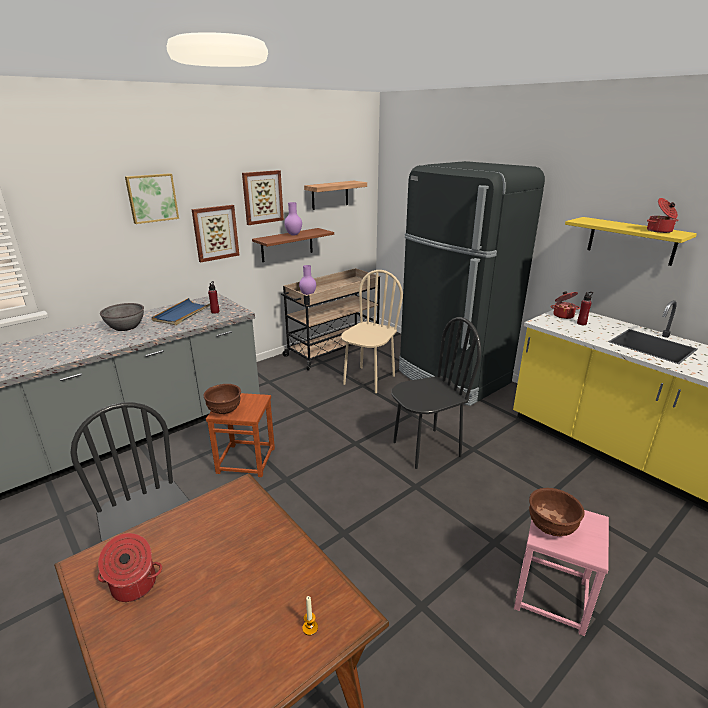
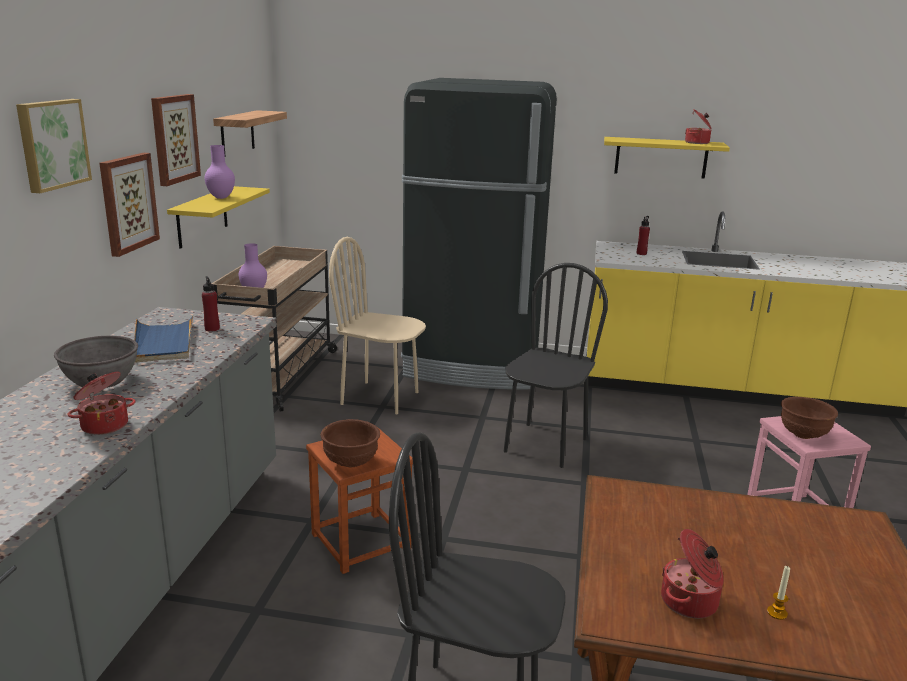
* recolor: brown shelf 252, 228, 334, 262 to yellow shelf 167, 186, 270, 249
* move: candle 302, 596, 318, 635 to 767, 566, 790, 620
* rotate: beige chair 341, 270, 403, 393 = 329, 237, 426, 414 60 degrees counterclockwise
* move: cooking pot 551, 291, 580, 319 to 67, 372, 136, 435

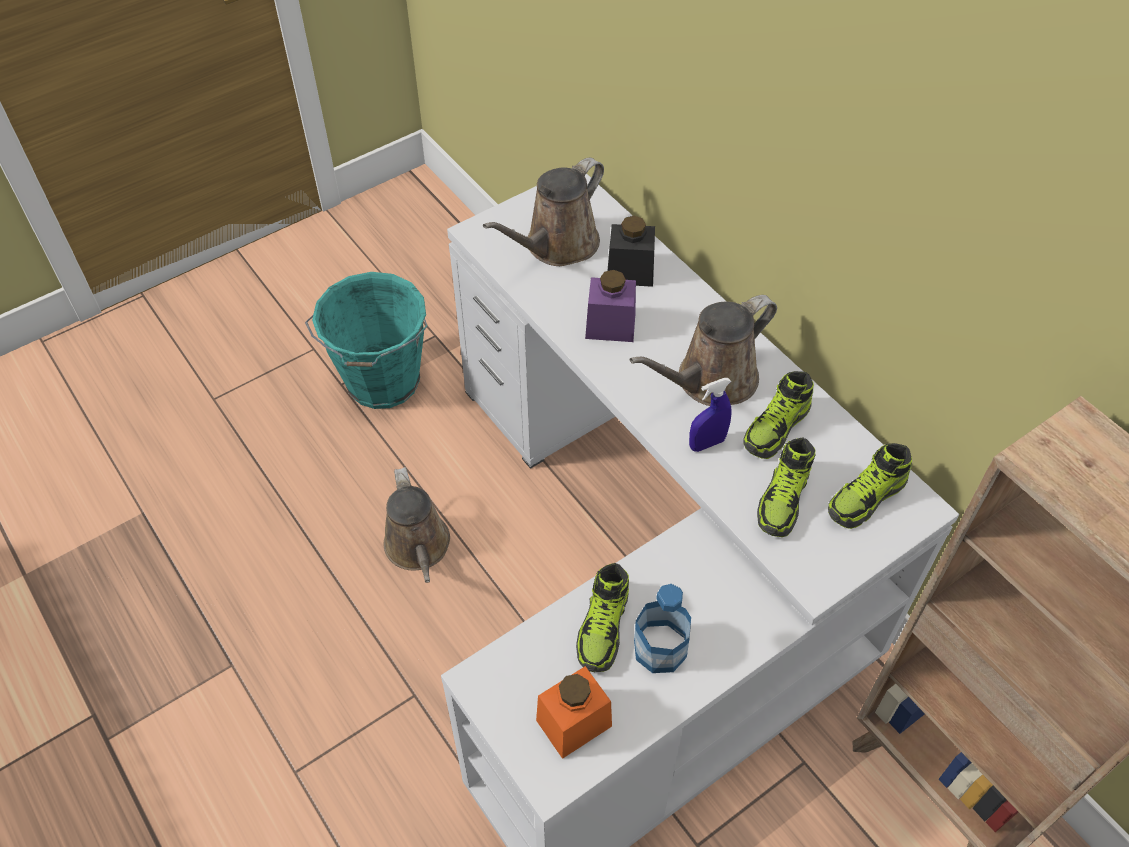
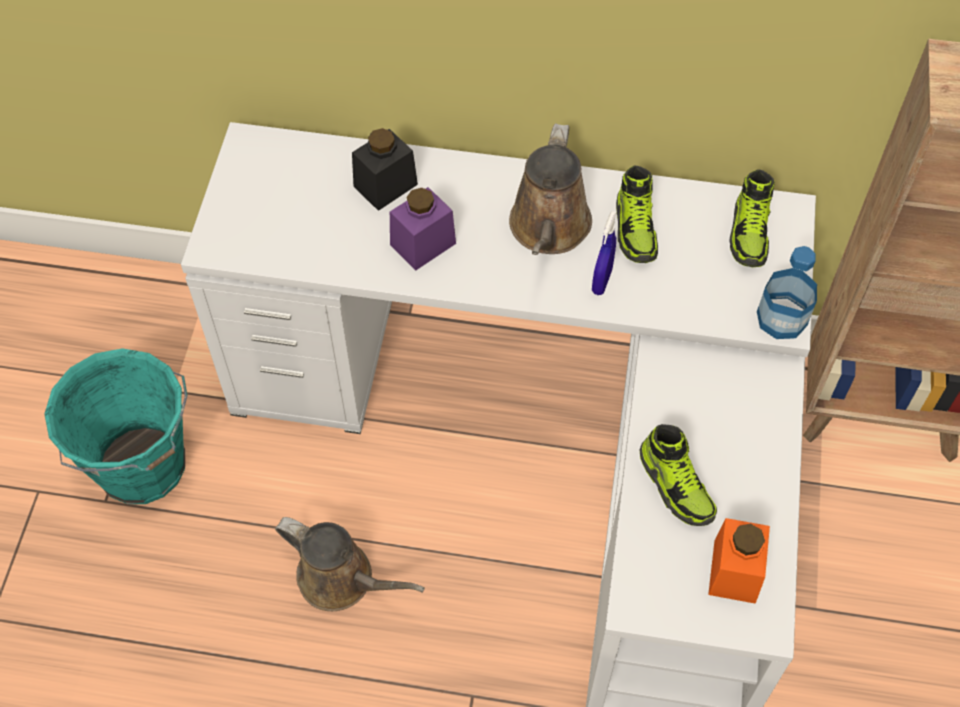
* delete: brown watering can 483, 158, 604, 266
* move: bottle 634, 584, 691, 673 to 757, 246, 817, 339
* delete: shoe 757, 437, 815, 537

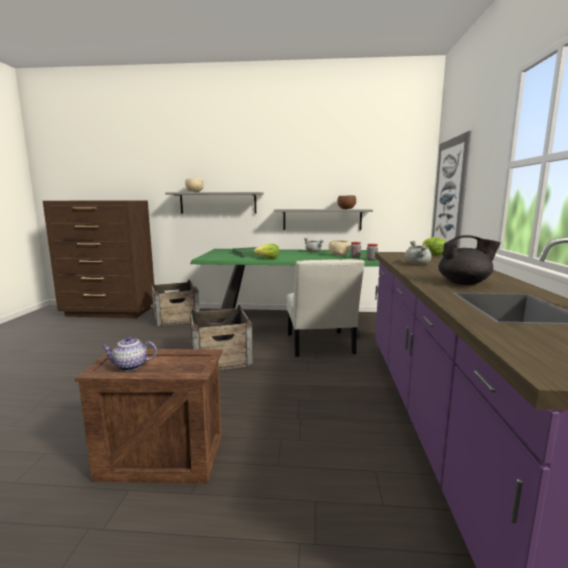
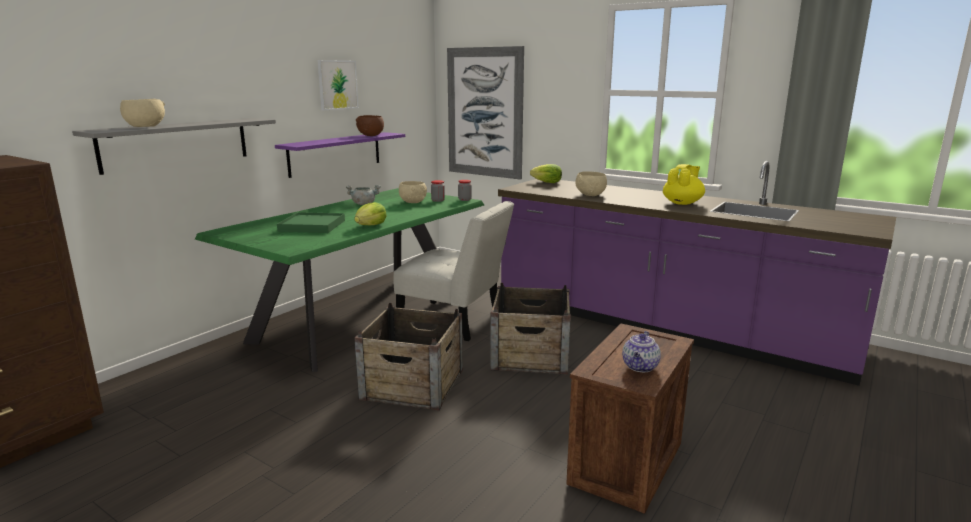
* move: crate 151, 280, 200, 327 to 490, 283, 571, 374
* recolor: grey shelf 274, 209, 373, 230 to purple shelf 275, 132, 405, 178
* replace: grey cooking pot 404, 241, 431, 265 to beige bowl 575, 171, 607, 196
* recolor: black teapot 438, 235, 501, 285 to yellow teapot 663, 164, 705, 205
* insert: picture 317, 60, 359, 111

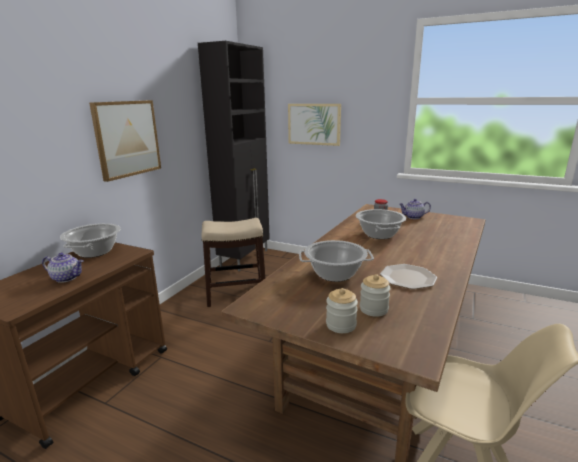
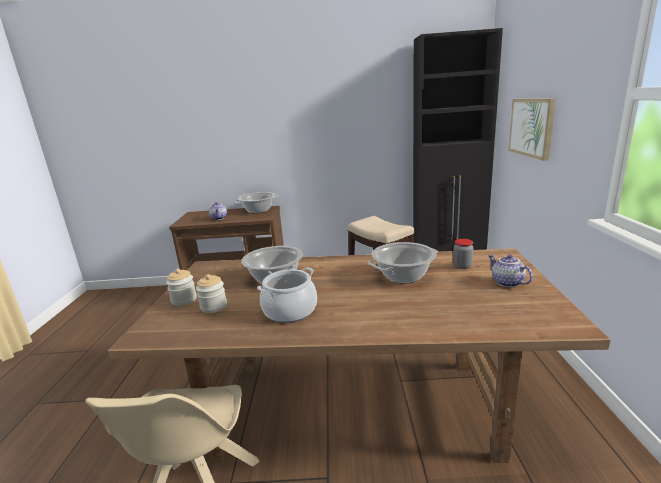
* delete: picture 89, 100, 161, 182
* replace: plate 380, 264, 437, 289 to cooking pot 257, 268, 317, 323

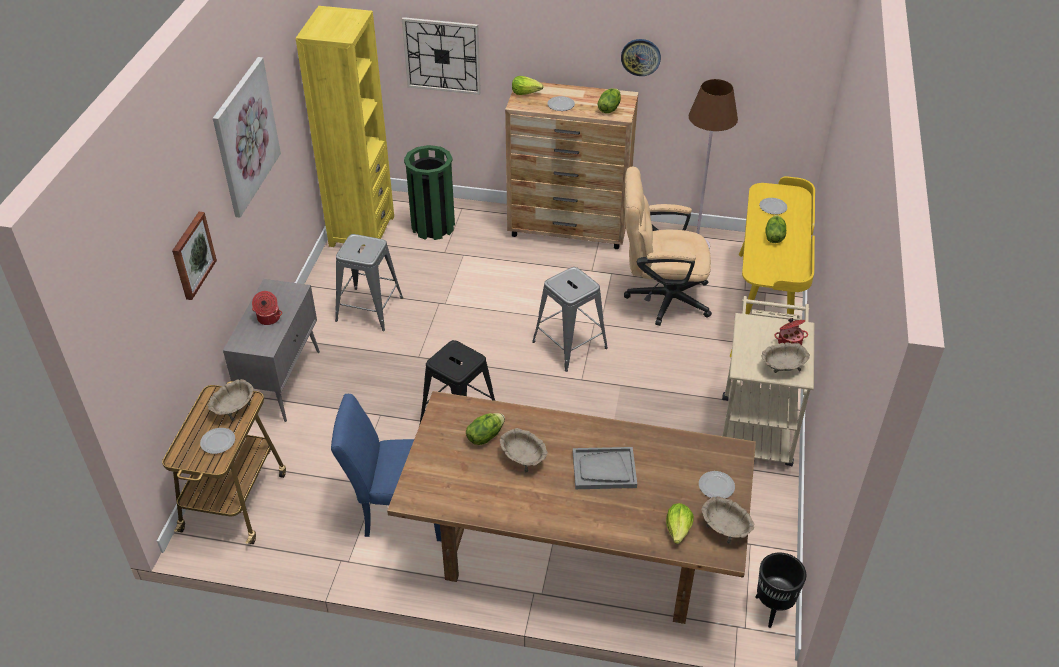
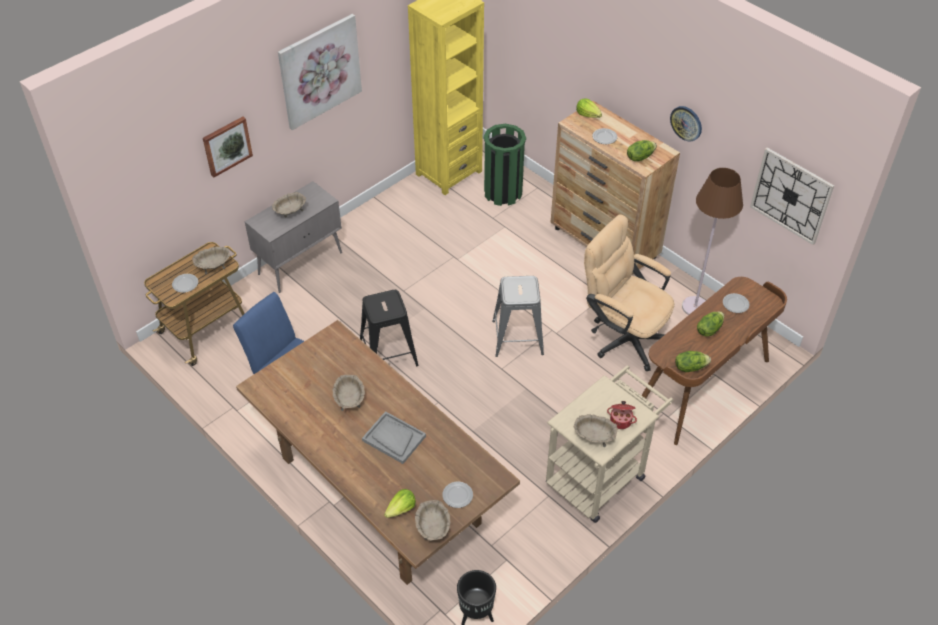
* replace: cooking pot 252, 291, 282, 325 to beige bowl 272, 192, 306, 217
* delete: grey stool 335, 234, 403, 331
* move: wall clock 402, 17, 481, 95 to 750, 148, 834, 245
* move: lettuce 466, 413, 505, 445 to 675, 351, 711, 372
* recolor: yellow desk 730, 176, 815, 357 to brown desk 642, 277, 787, 445

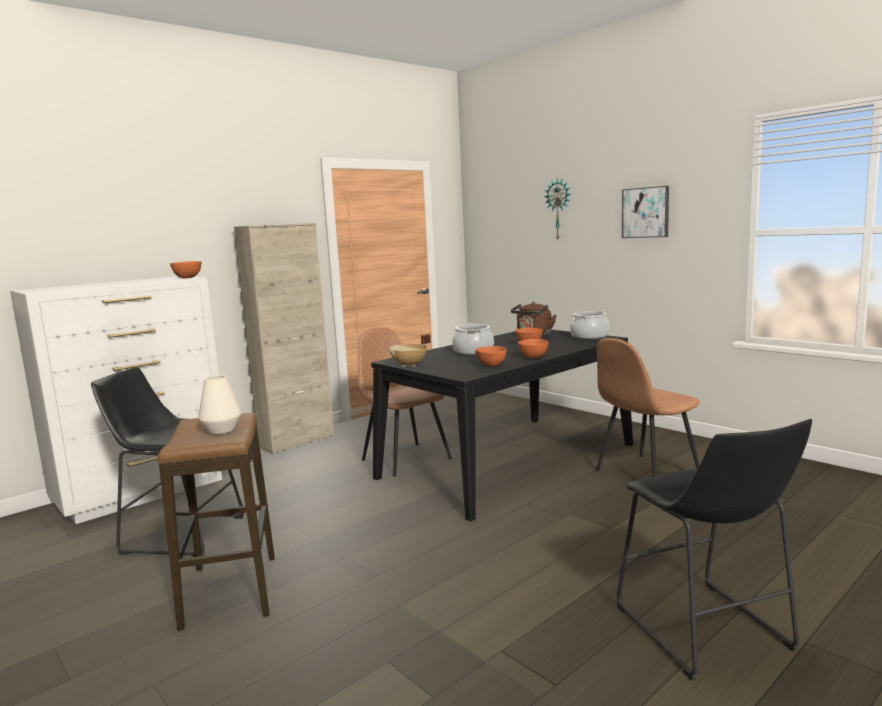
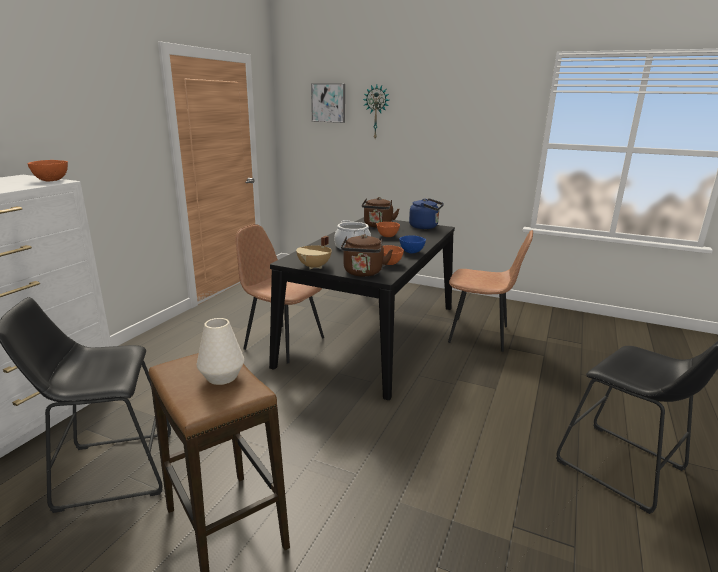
* delete: beige cabinet 234, 223, 334, 455
* recolor: orange bowl 518, 339, 549, 359 to blue bowl 399, 235, 426, 253
* replace: cooking pot 570, 310, 609, 340 to blue kettle 409, 198, 444, 229
* rotate: brown chair 596, 338, 700, 477 = 448, 230, 533, 352 105 degrees counterclockwise
* move: picture 622, 186, 669, 238 to 311, 83, 345, 123
* insert: brown kettle 341, 234, 393, 277

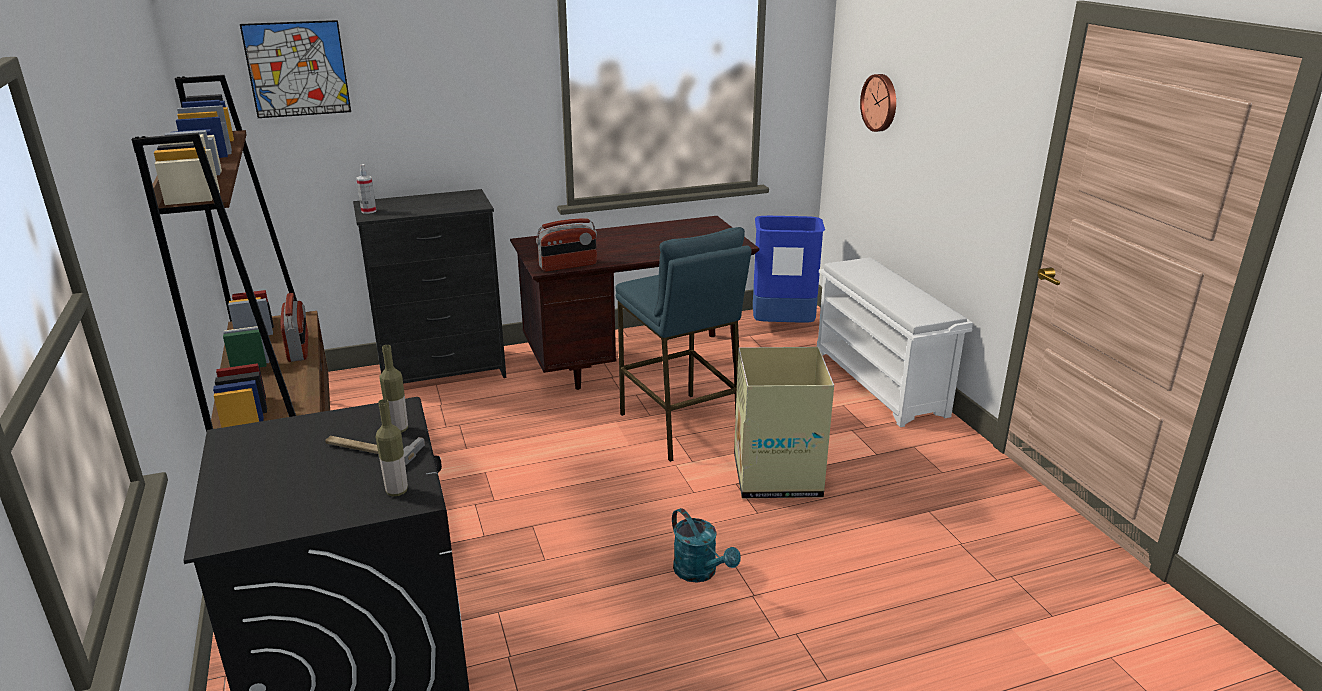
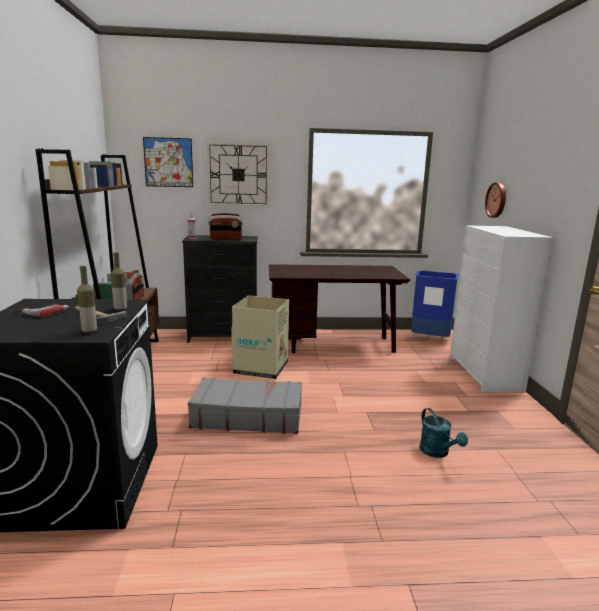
* move: radio 536, 219, 597, 272 to 208, 213, 243, 240
* delete: blue stool 616, 227, 752, 462
* move: turquoise watering can 672, 508, 741, 583 to 420, 408, 468, 458
* move: cardboard box 734, 347, 834, 498 to 231, 295, 289, 379
* replace: white shoe rack 817, 257, 973, 427 to white dresser 450, 225, 554, 392
* insert: power drill 10, 304, 69, 318
* insert: grey suitcase 188, 377, 302, 434
* insert: wall clock 207, 142, 269, 207

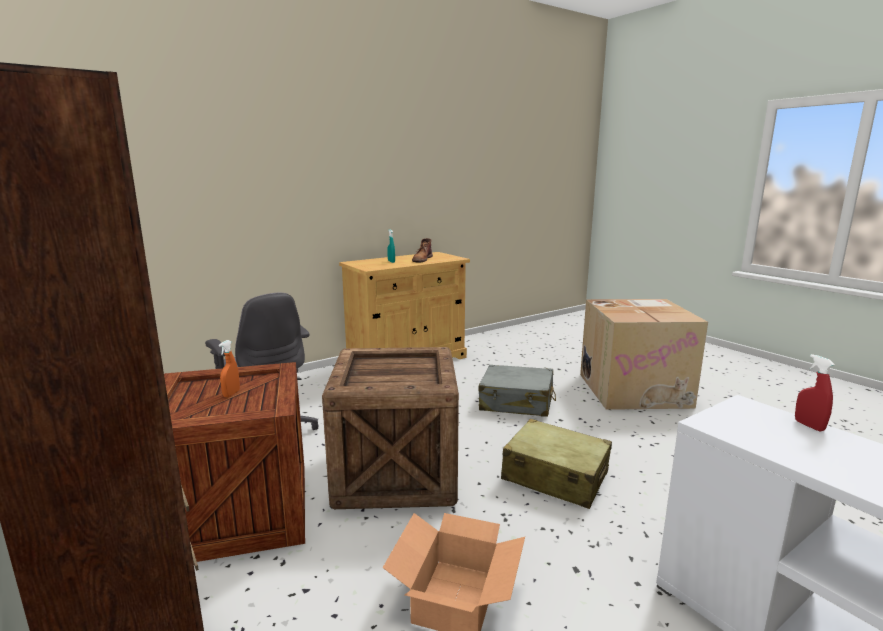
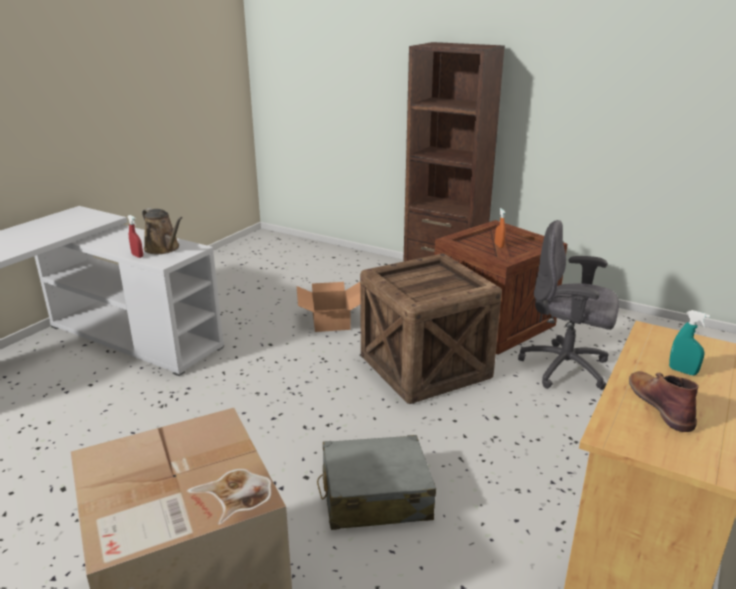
* delete: beige suitcase 501, 418, 612, 509
* insert: brown watering can 142, 208, 183, 254

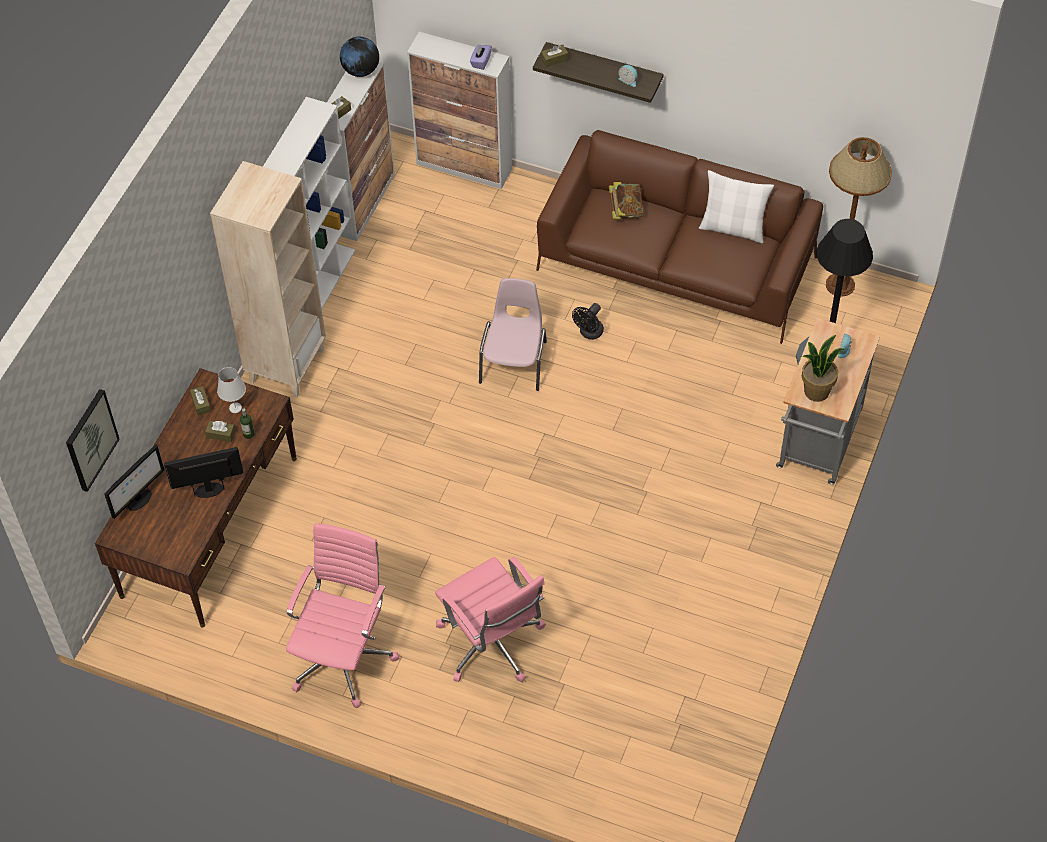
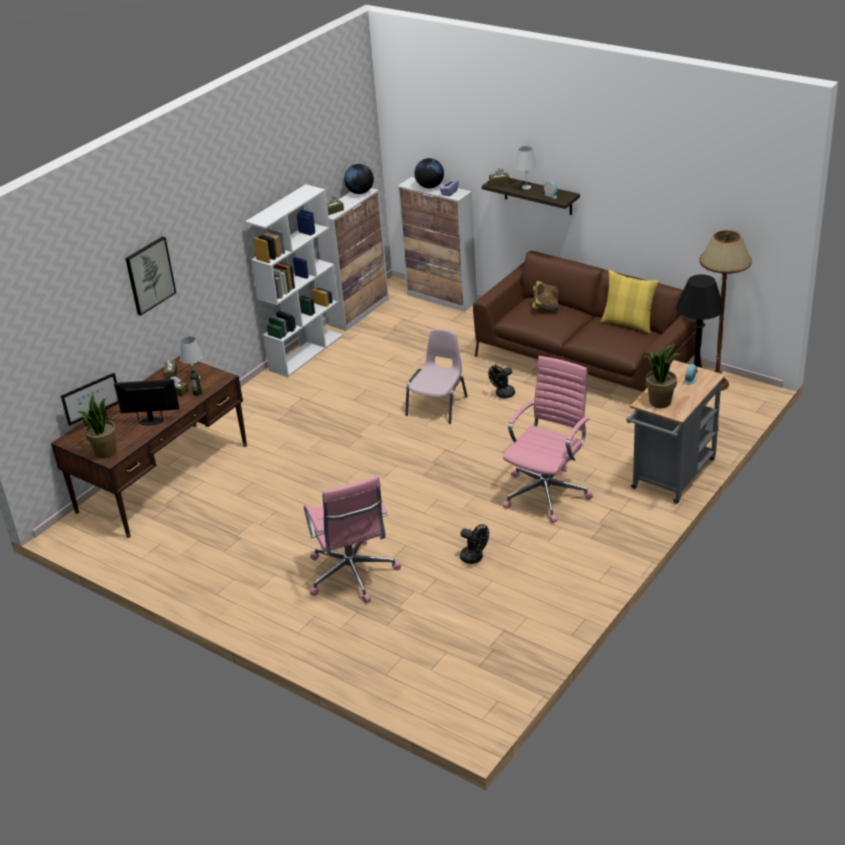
* move: picture 66, 389, 120, 492 to 125, 236, 176, 316
* delete: beige bookcase 210, 161, 326, 398
* move: pink office chair 286, 523, 399, 708 to 503, 356, 593, 523
* recolor: white pillow 699, 170, 774, 243 to yellow pillow 600, 270, 659, 334
* insert: potted plant 78, 394, 117, 458
* insert: globe 415, 158, 444, 188
* insert: black fan 460, 524, 489, 564
* insert: white table lamp 516, 146, 536, 190

